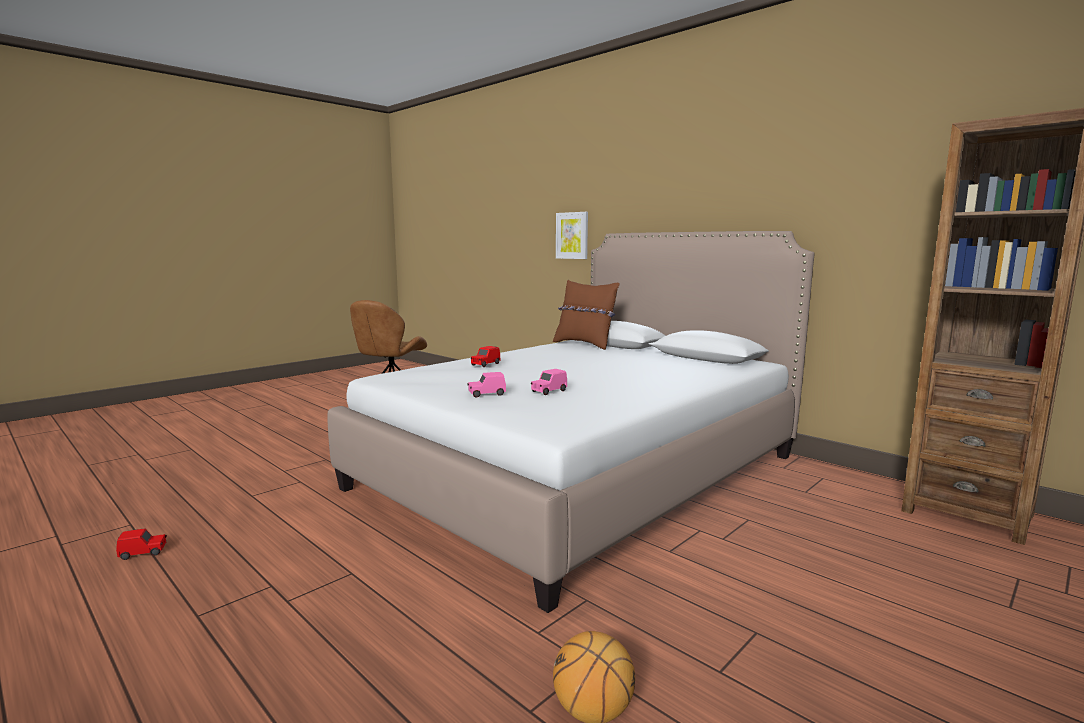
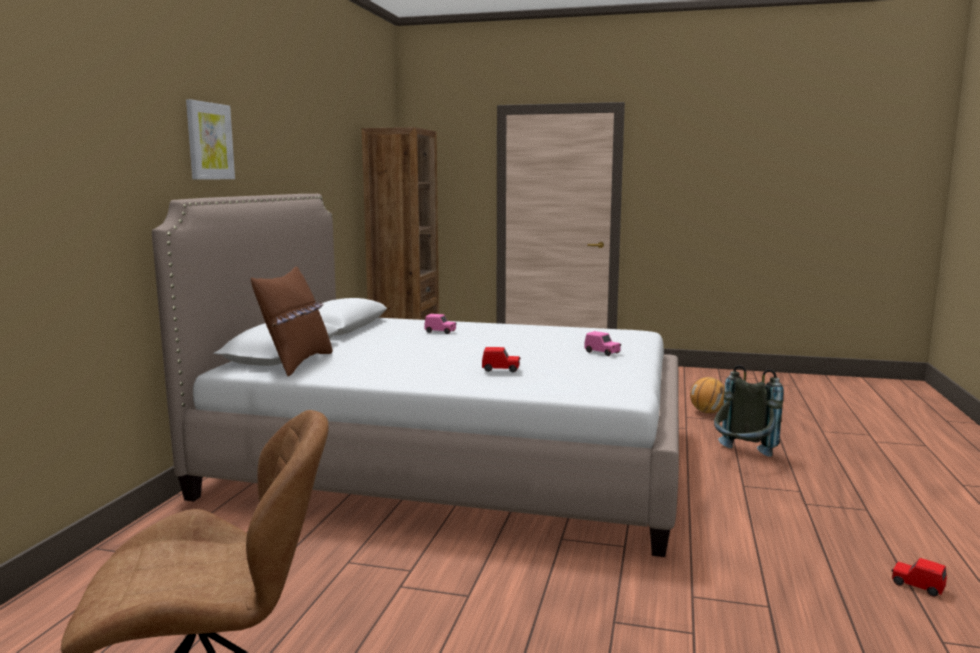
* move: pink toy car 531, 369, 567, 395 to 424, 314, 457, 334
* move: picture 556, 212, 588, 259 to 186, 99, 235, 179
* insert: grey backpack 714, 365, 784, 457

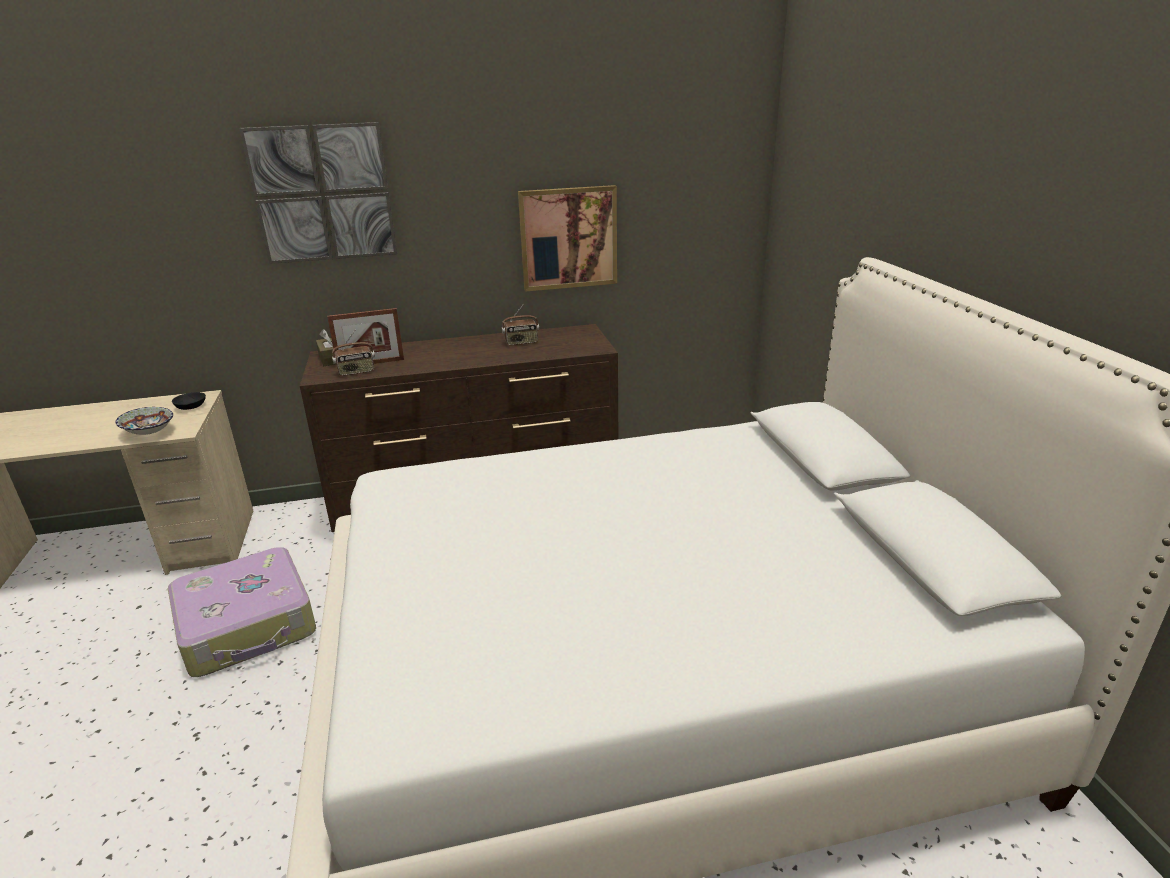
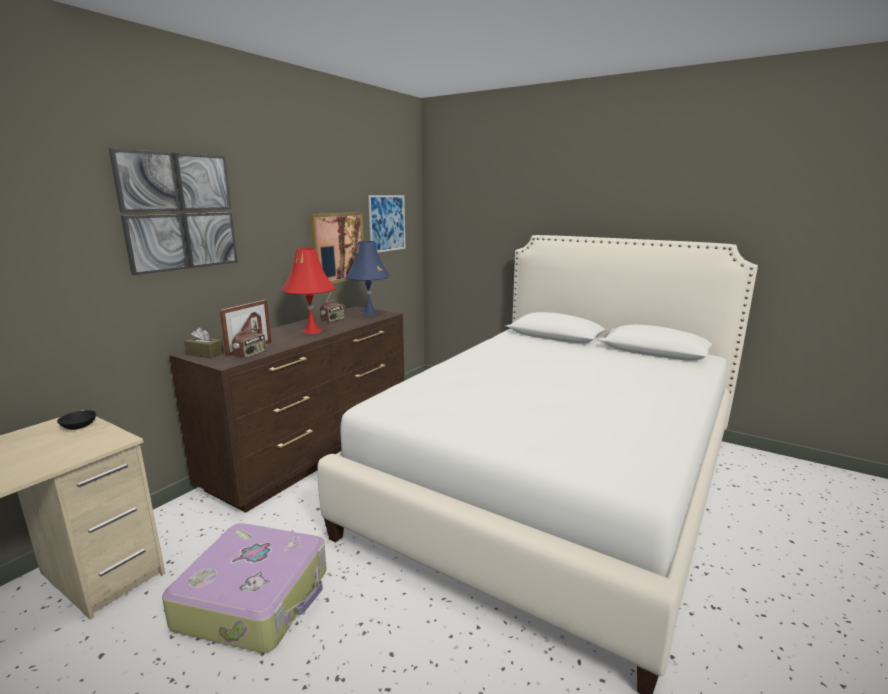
* delete: bowl 116, 407, 173, 435
* insert: red table lamp 282, 248, 336, 334
* insert: blue table lamp 346, 241, 390, 316
* insert: picture 368, 195, 405, 252

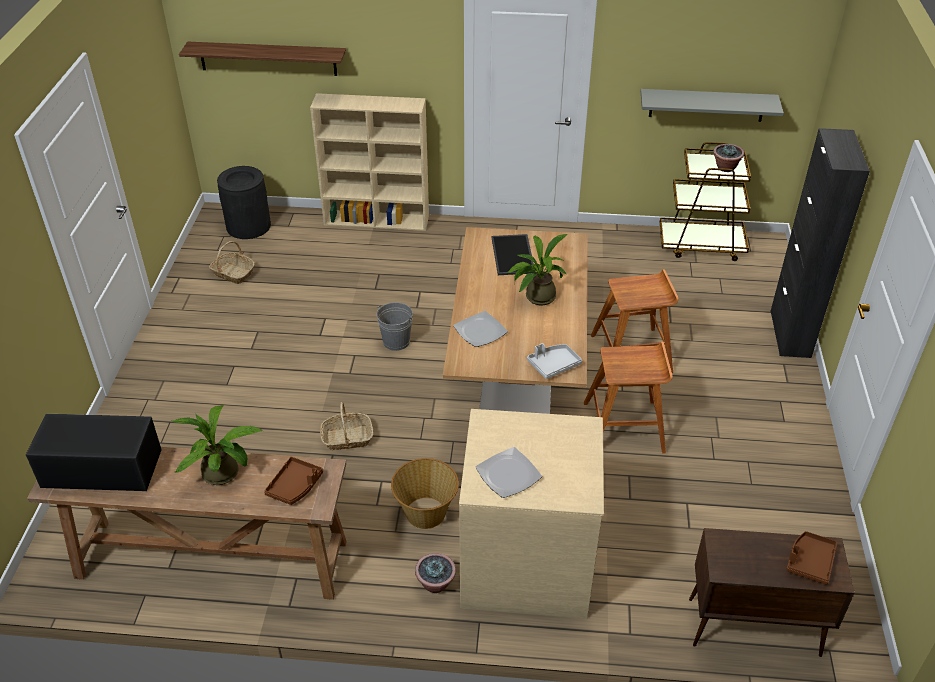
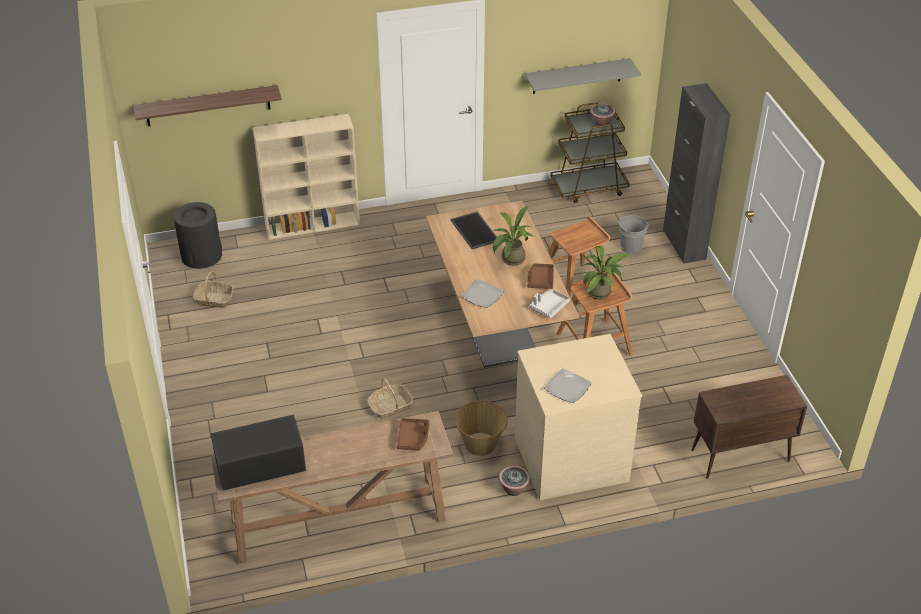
* move: potted plant 172, 405, 263, 485 to 582, 246, 629, 299
* move: grey bucket 377, 302, 413, 351 to 617, 215, 650, 254
* move: brown tray 786, 531, 837, 585 to 527, 263, 554, 289

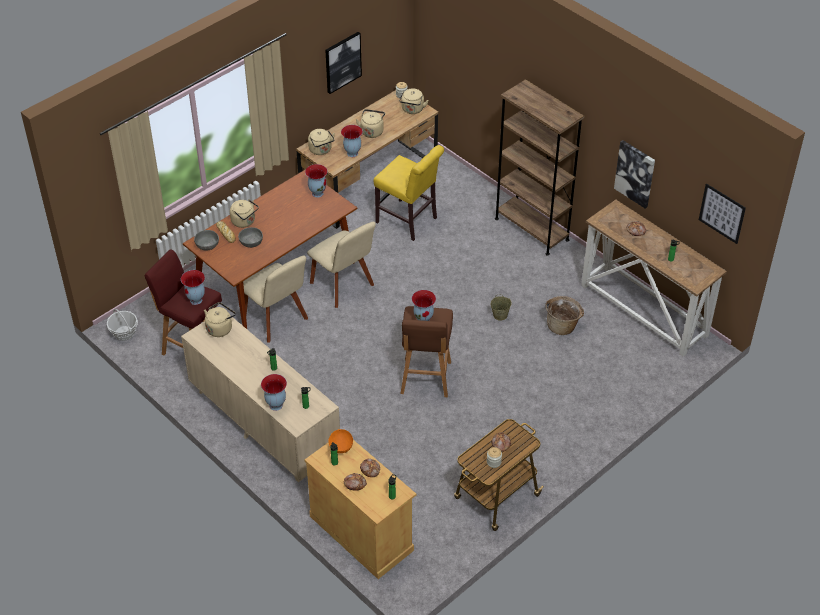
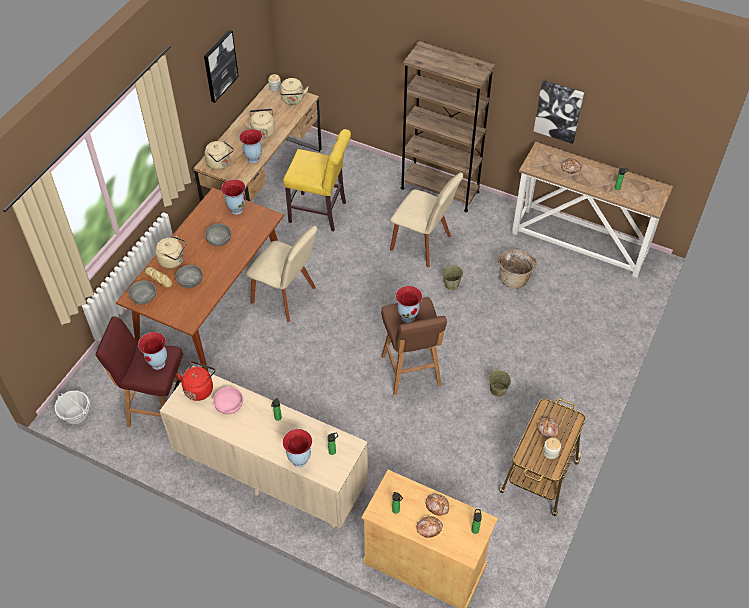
* recolor: beige kettle 204, 302, 236, 337 to red kettle 177, 361, 215, 401
* move: beige chair 243, 256, 308, 342 to 390, 172, 463, 268
* delete: orange bowl 328, 429, 353, 453
* delete: picture 699, 184, 746, 244
* insert: grey bowl 205, 224, 231, 246
* insert: pink bowl 213, 387, 243, 415
* insert: beige bucket 489, 370, 511, 397

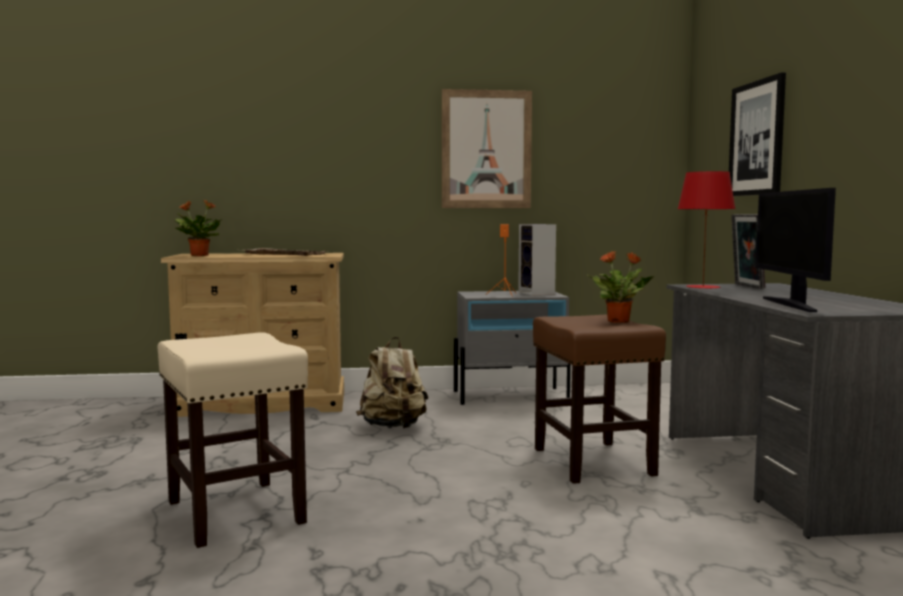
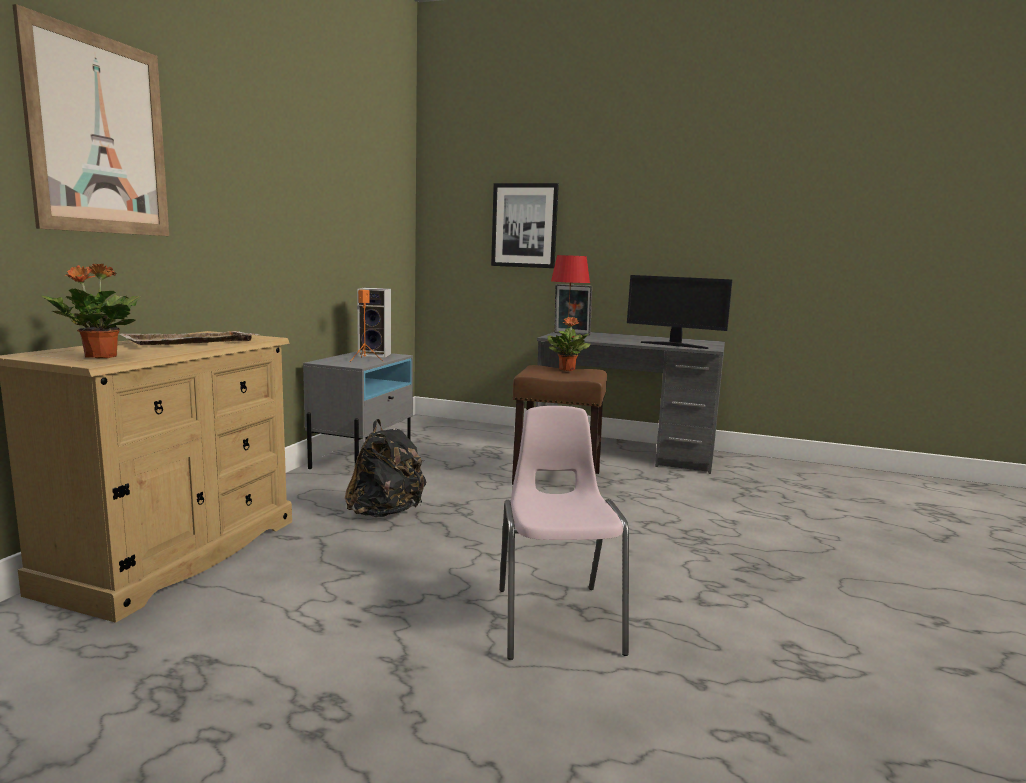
* replace: beige stool 158, 332, 308, 548 to pink chair 499, 406, 629, 660
* recolor: beige backpack 356, 337, 428, 428 to black backpack 345, 419, 426, 517
* move: picture 442, 89, 532, 208 to 13, 4, 169, 236

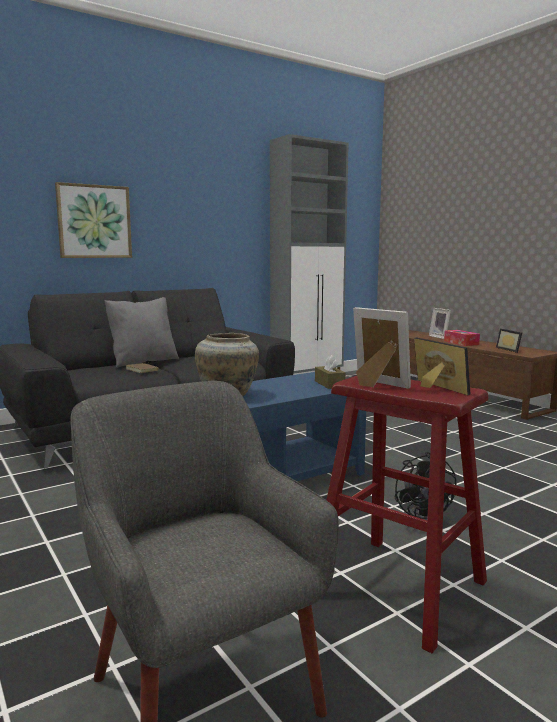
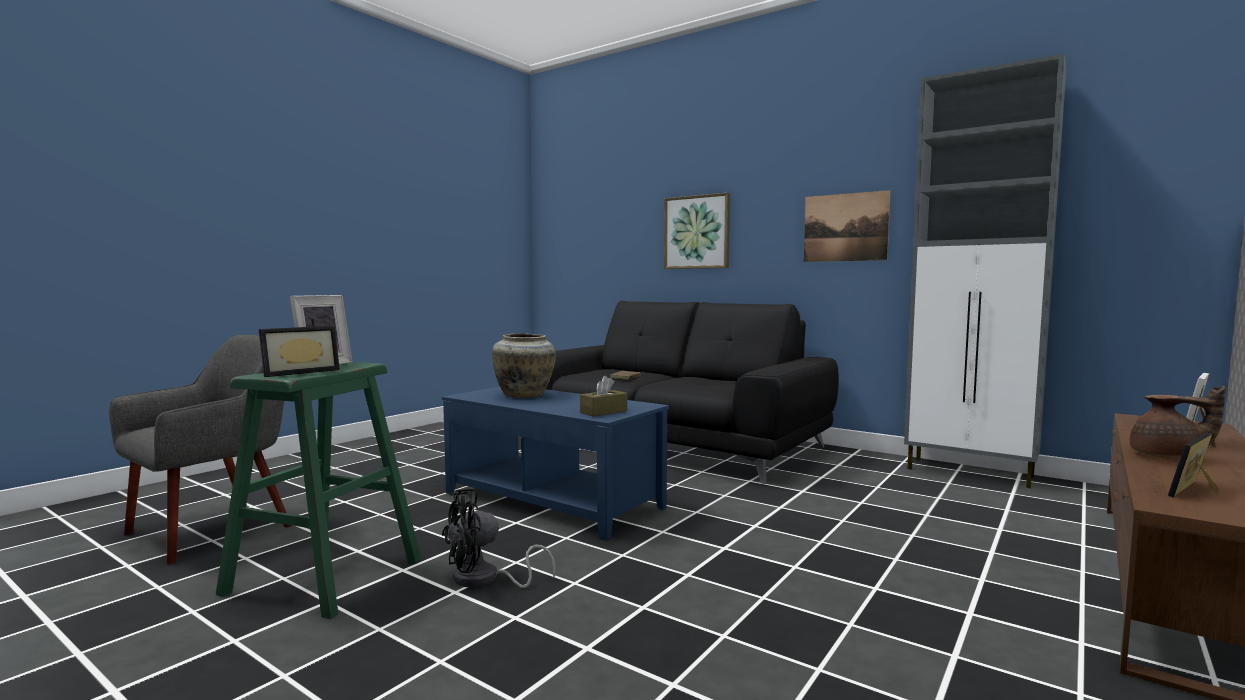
* delete: grey pillow 105, 297, 179, 368
* recolor: red stool 327, 376, 488, 653 to green stool 216, 362, 421, 619
* replace: tissue box 444, 330, 480, 346 to brown teapot 1130, 386, 1225, 459
* insert: picture 804, 190, 890, 262

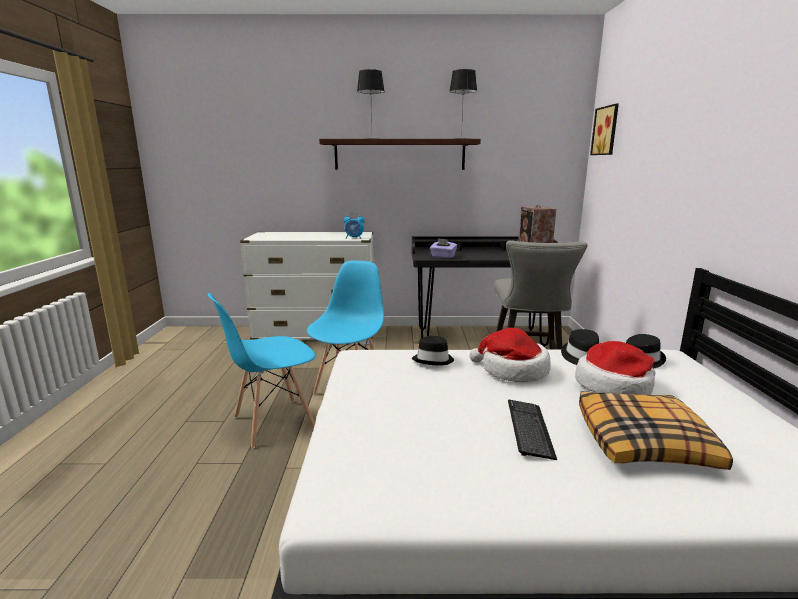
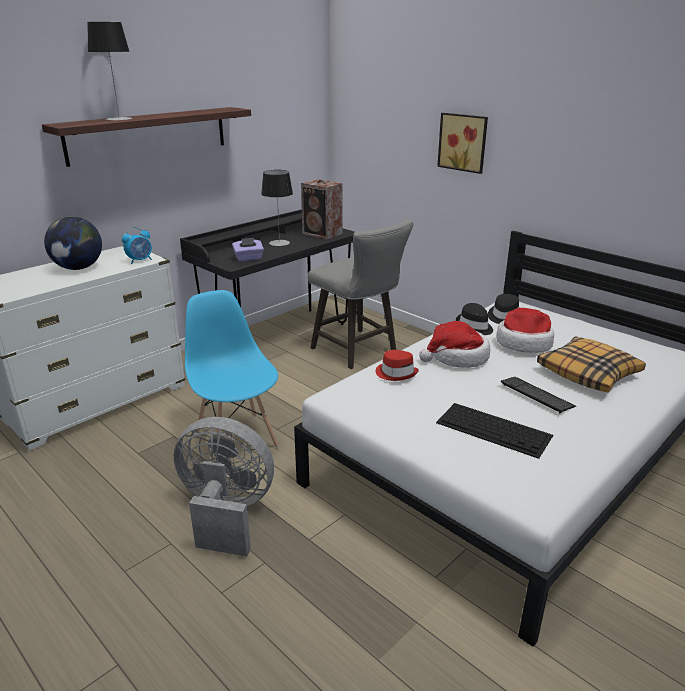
* replace: blue chair 208, 293, 316, 449 to grey fan 174, 417, 274, 557
* recolor: black hat 412, 336, 454, 366 to red hat 376, 350, 419, 381
* move: table lamp 449, 69, 477, 139 to 261, 170, 293, 246
* move: picture 590, 104, 619, 155 to 437, 113, 488, 174
* insert: globe 44, 216, 102, 270
* insert: keyboard 436, 403, 553, 459

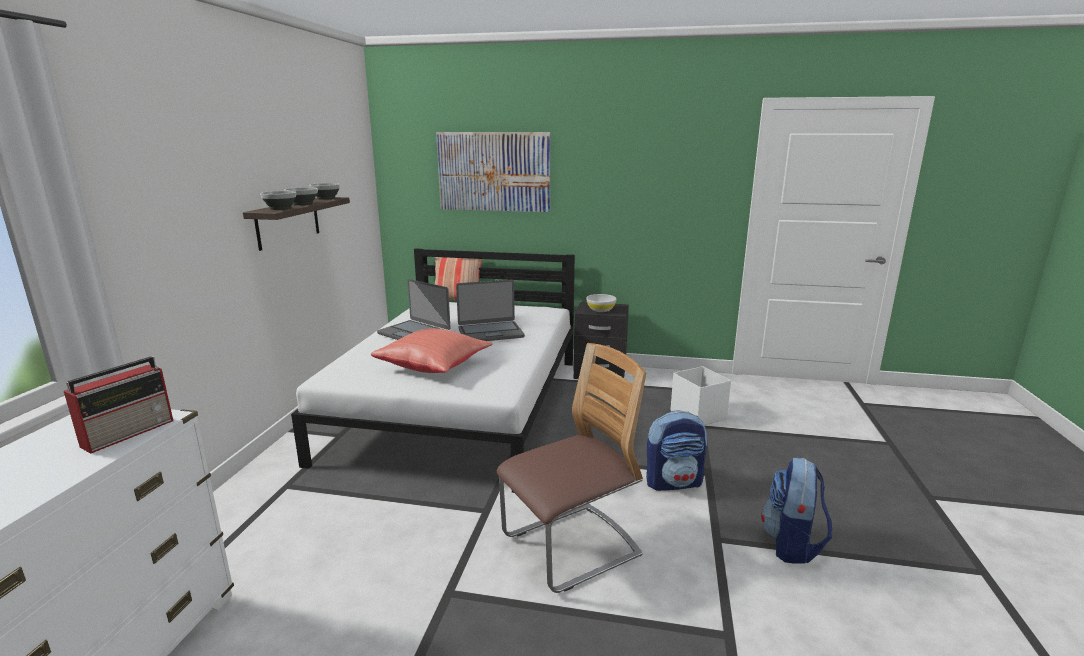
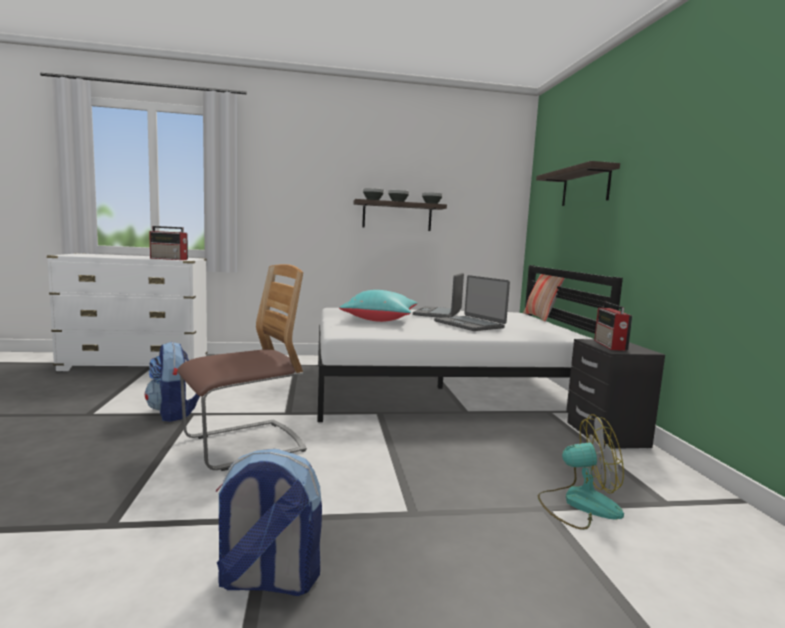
* recolor: red pillow 371, 328, 493, 373 to turquoise pillow 339, 290, 417, 322
* replace: picture 436, 132, 550, 212 to shelf 536, 161, 620, 206
* rotate: chair 497, 343, 646, 593 = 177, 264, 307, 471 75 degrees counterclockwise
* replace: white bowl 586, 294, 617, 312 to radio 594, 302, 632, 351
* move: backpack 646, 410, 707, 491 to 145, 342, 200, 422
* replace: white storage box 671, 366, 731, 426 to fan 538, 414, 624, 530

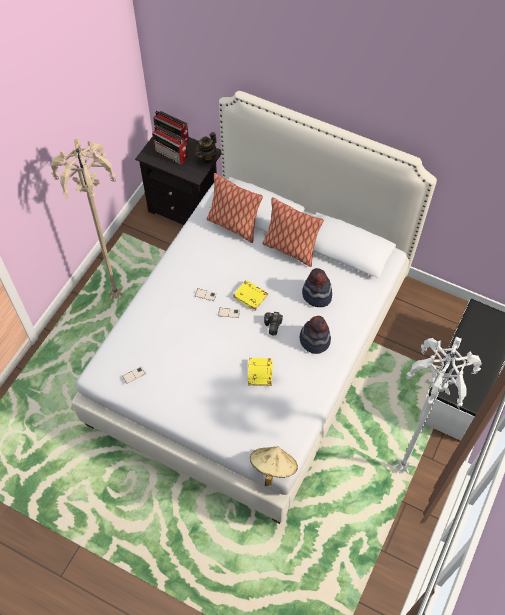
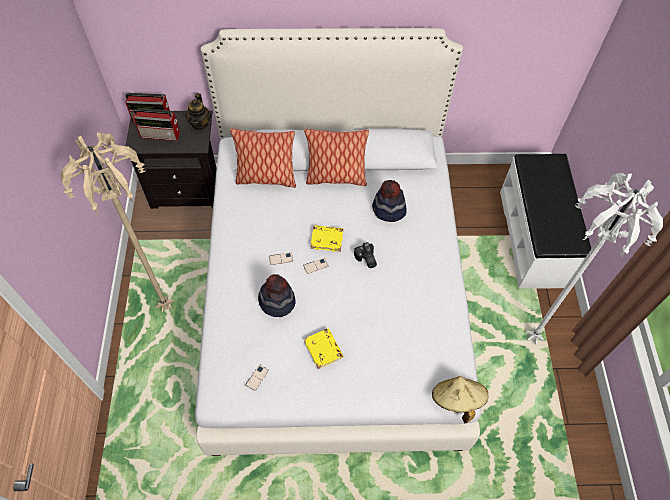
* move: yellow book 248, 358, 273, 386 to 304, 328, 343, 369
* move: hat 299, 316, 331, 354 to 258, 274, 295, 317

